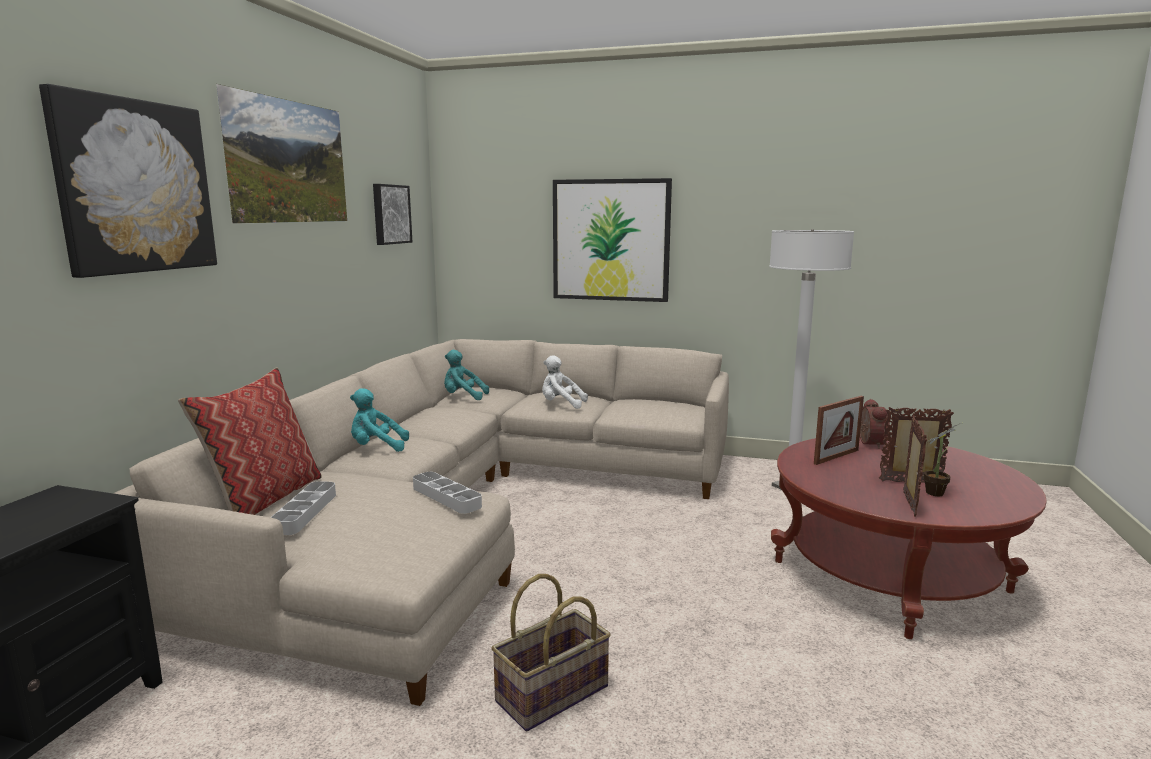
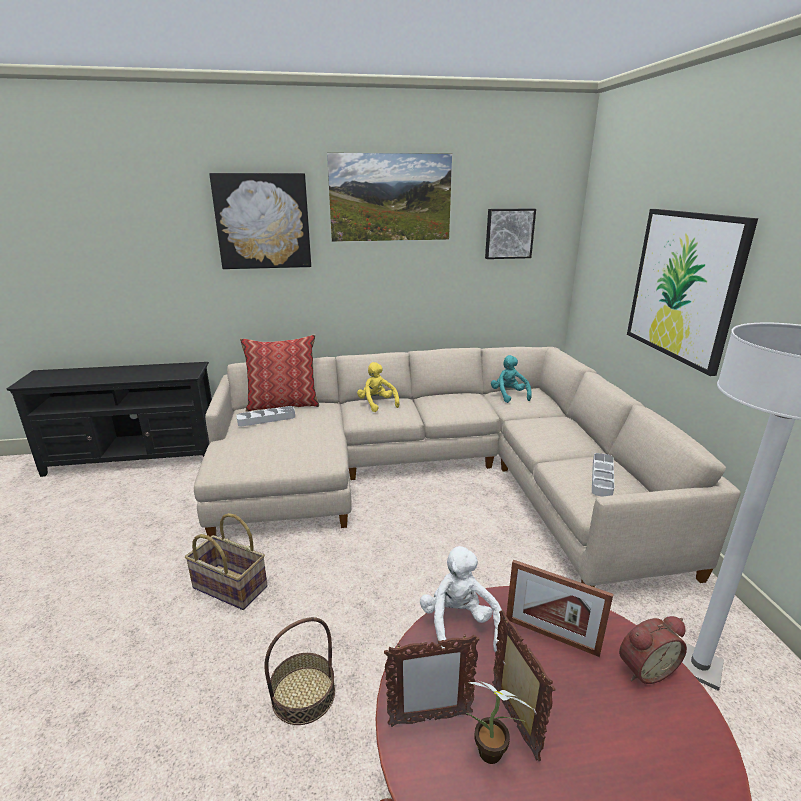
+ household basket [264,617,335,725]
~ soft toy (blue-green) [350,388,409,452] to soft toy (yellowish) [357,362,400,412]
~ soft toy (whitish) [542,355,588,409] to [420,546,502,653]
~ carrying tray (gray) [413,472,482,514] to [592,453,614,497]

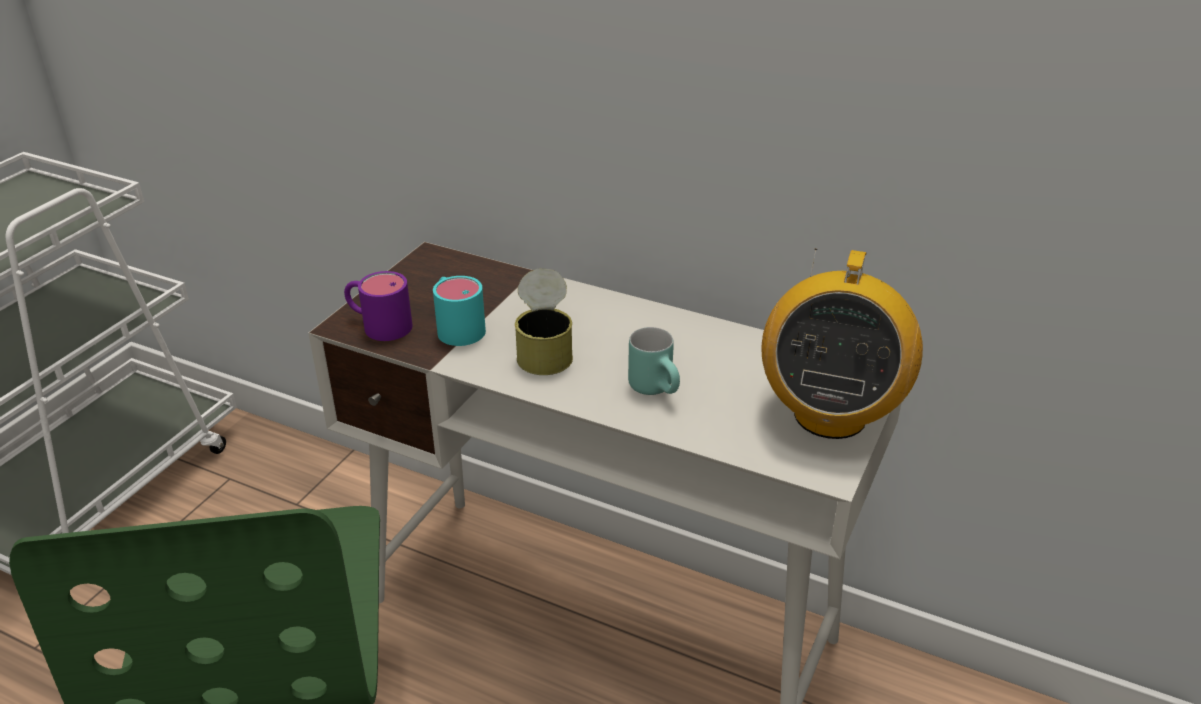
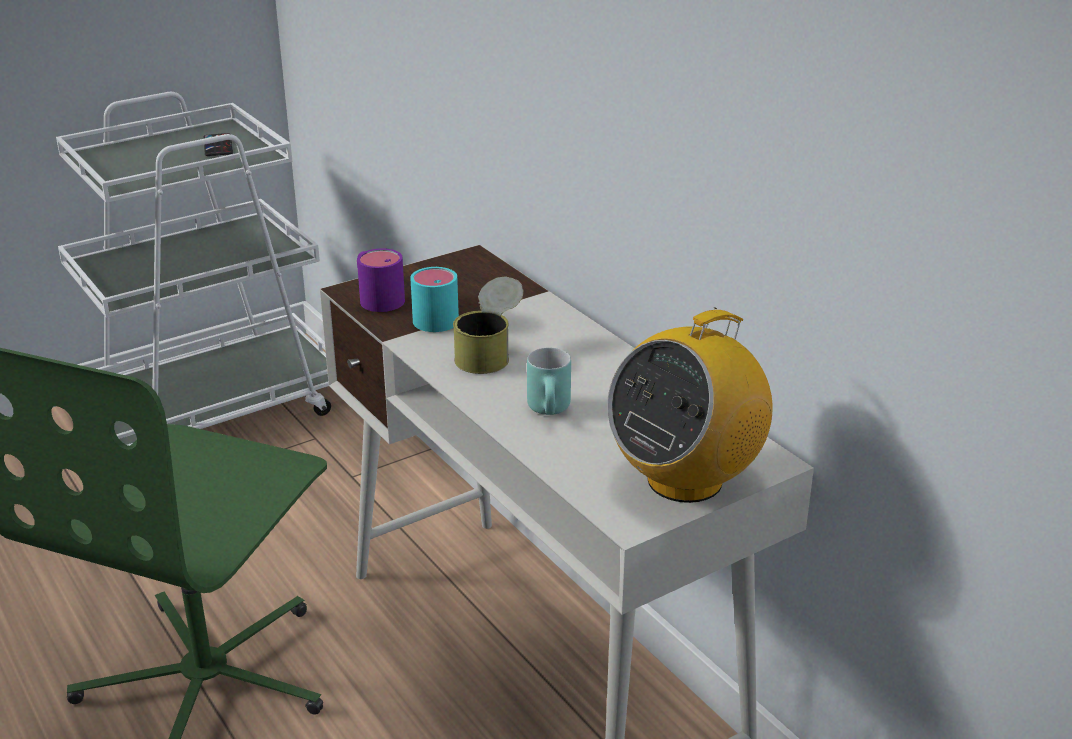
+ phone [203,133,233,156]

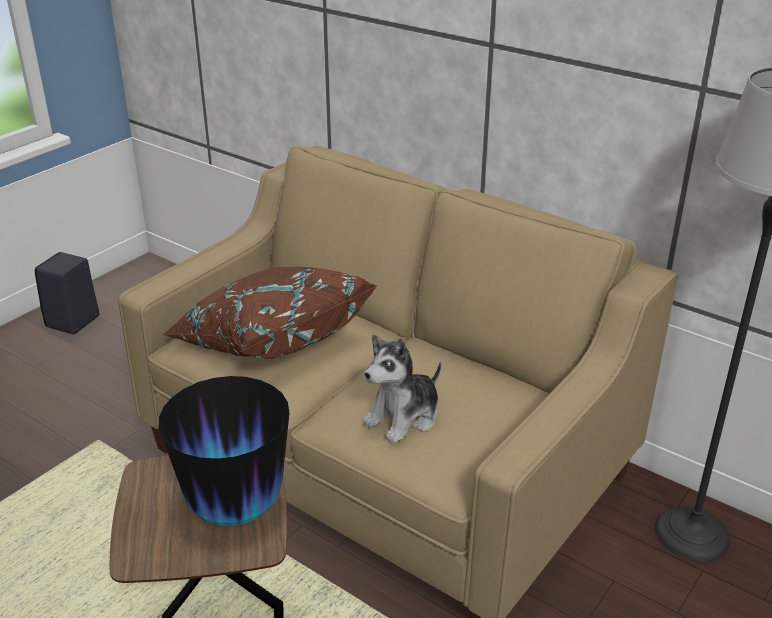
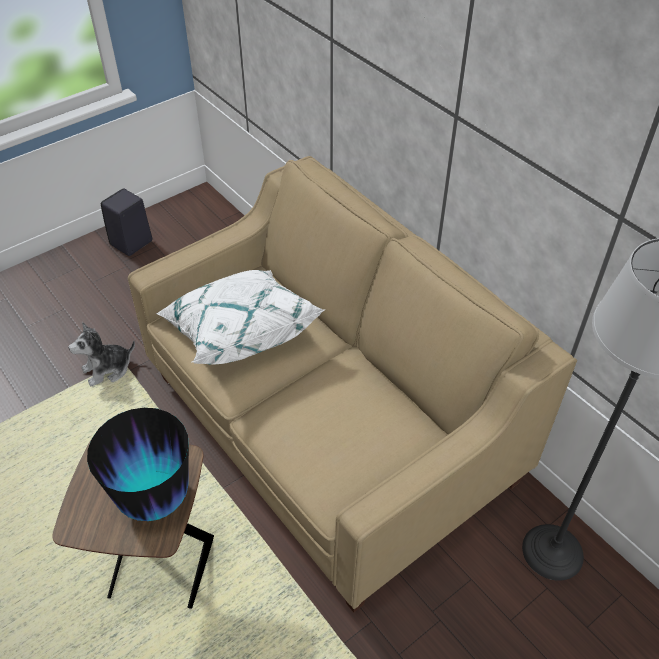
~ soft toy [363,335,441,443] to [68,322,135,386]
~ pillow (brown) [163,267,378,359] to pillow (whitish) [156,270,325,365]

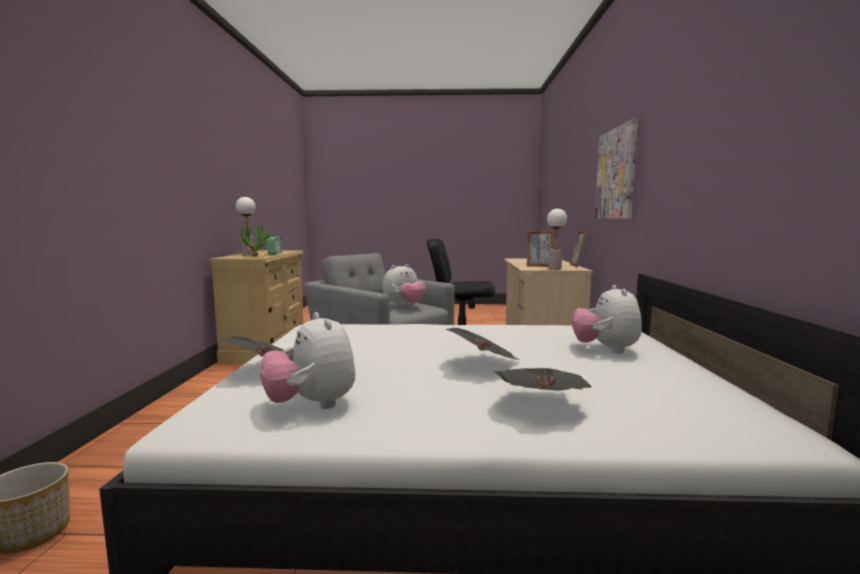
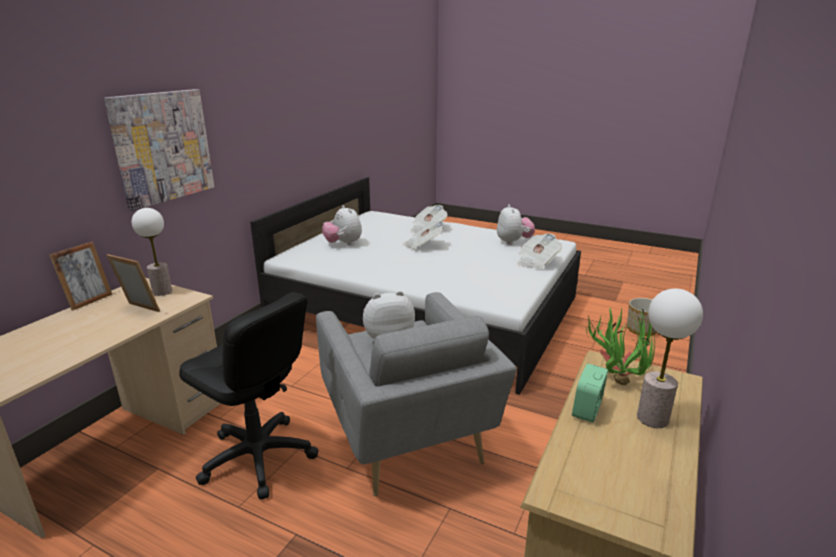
~ soft toy [572,285,642,353] = [322,205,362,245] 120 degrees clockwise

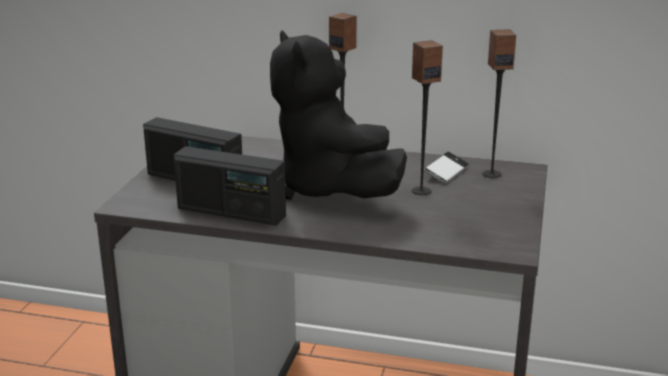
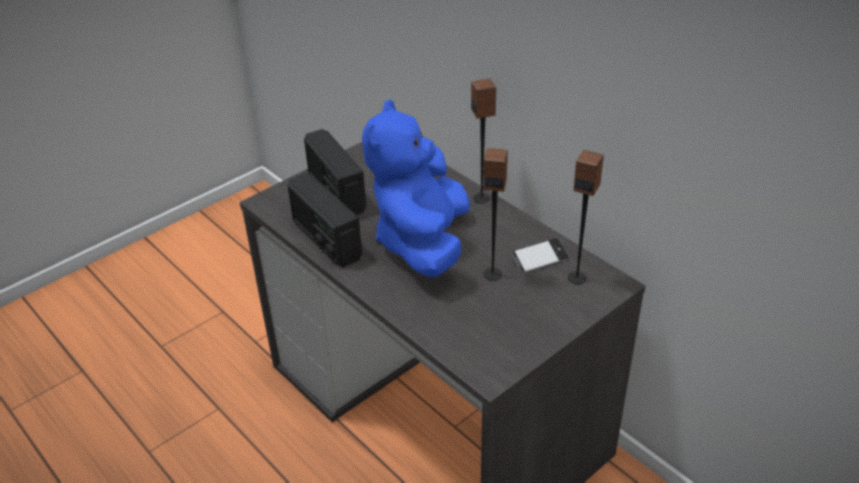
~ soft toy (black-coloured) [270,30,407,200] to soft toy (blue-coloured) [362,99,470,278]

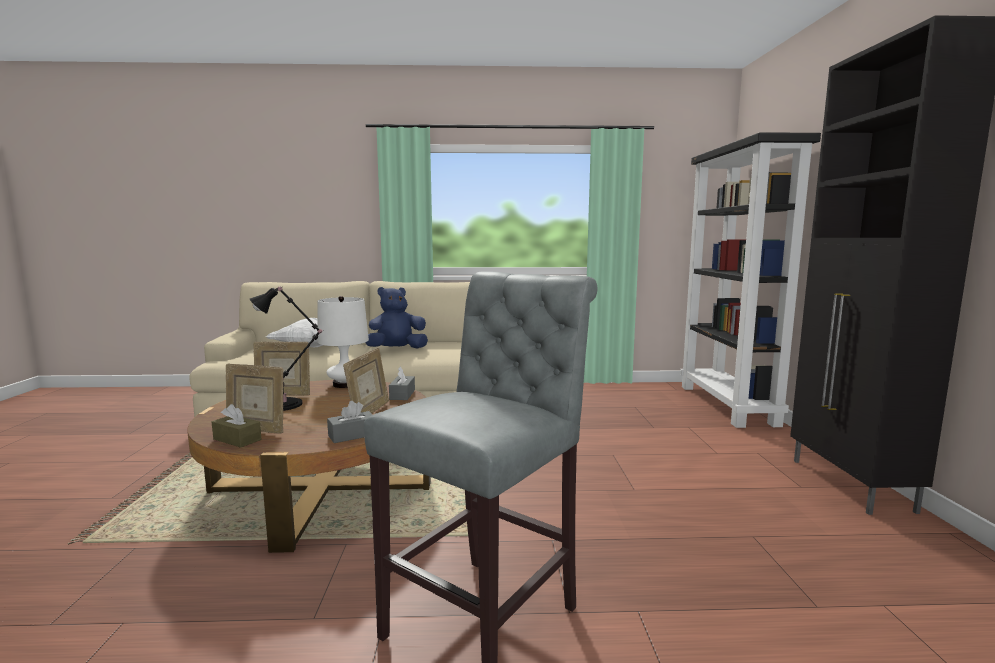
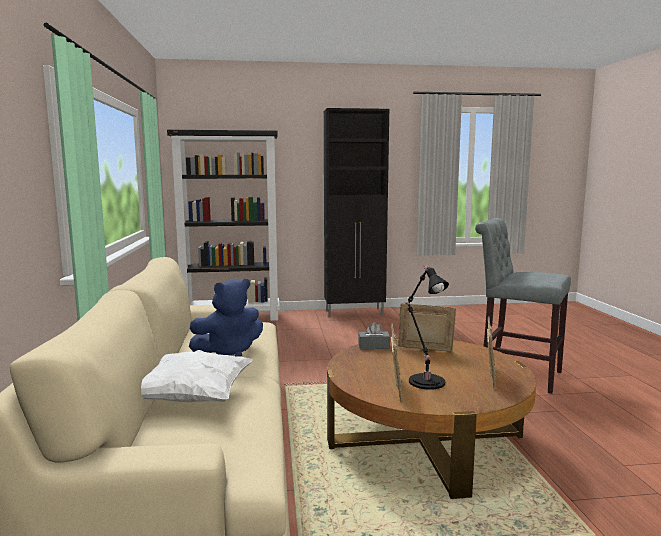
~ soft toy (blue-coloured) [365,287,428,349] = [189,279,263,357] 90 degrees counterclockwise
- tissue box (brown) [212,404,261,448]
- tabletop lamp (whitish) [317,296,369,388]
- tissue box (gray) [327,401,373,443]

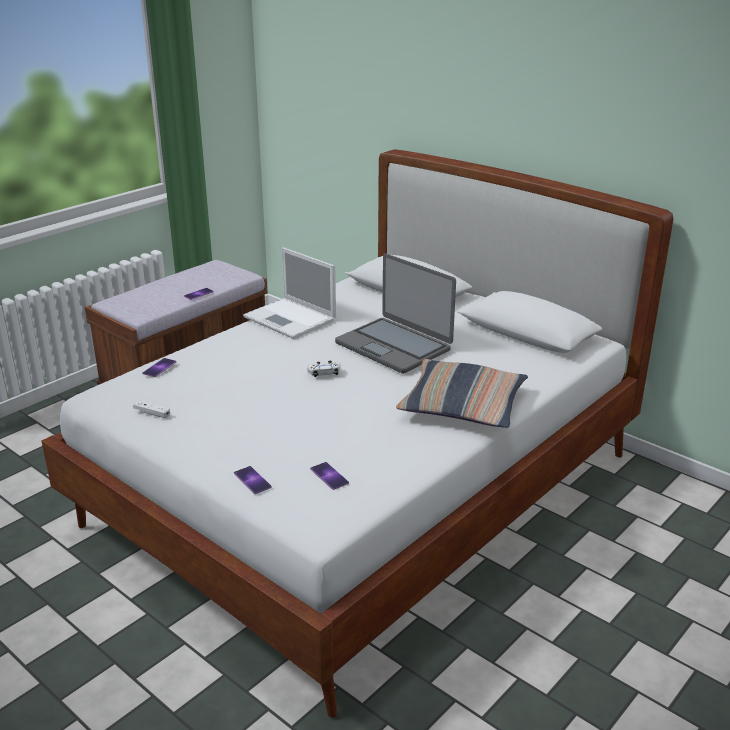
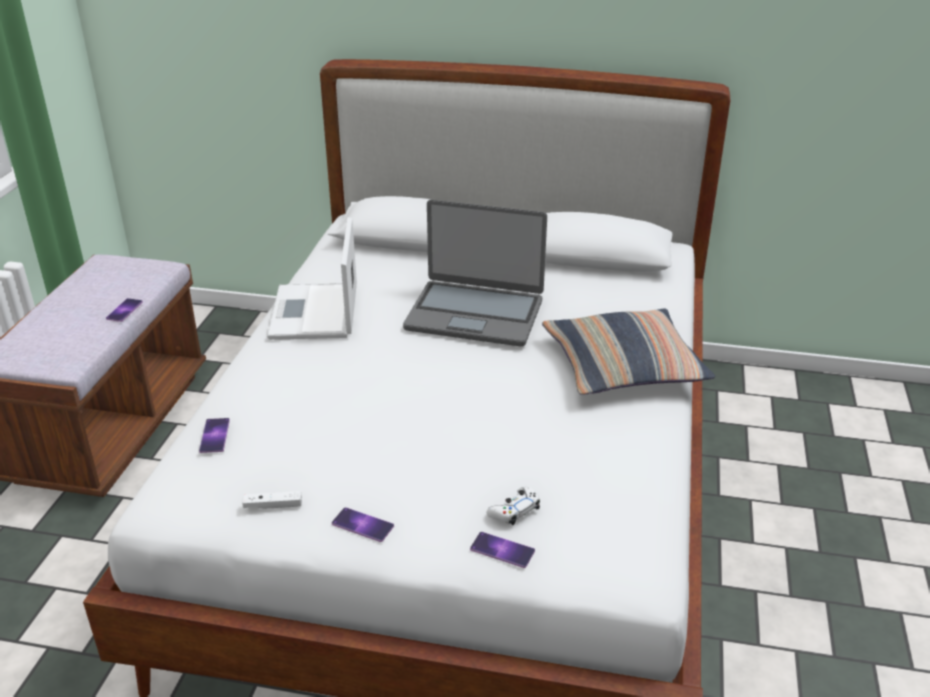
~ portable computer [243,247,336,339] = [267,217,357,340] 75 degrees clockwise
~ phone [310,462,349,490] to [331,507,394,542]
~ game controller (whitish) [307,361,341,377] to [487,487,540,525]

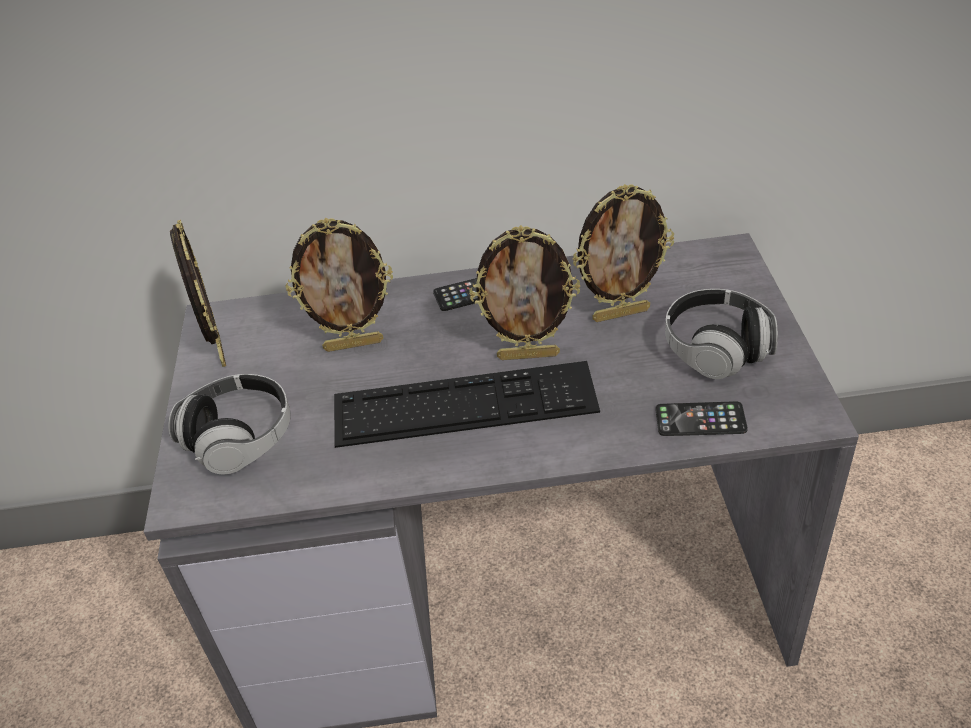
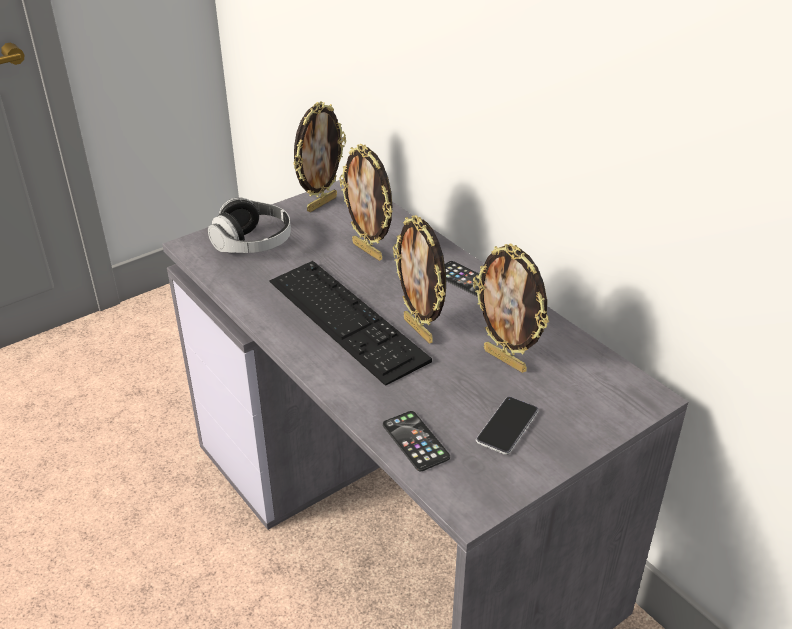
~ headphones [665,289,778,379] to phone [476,397,539,455]

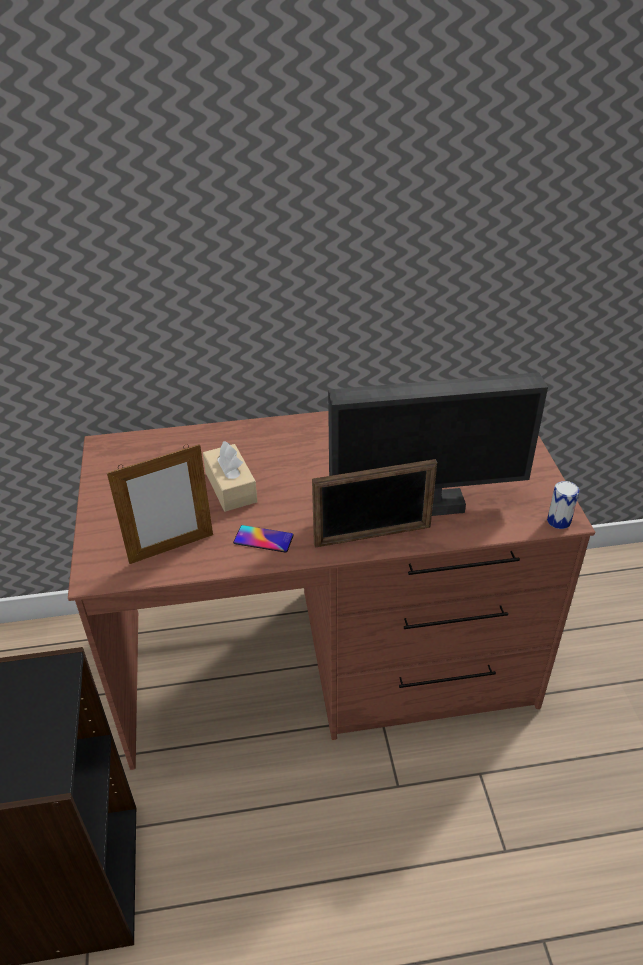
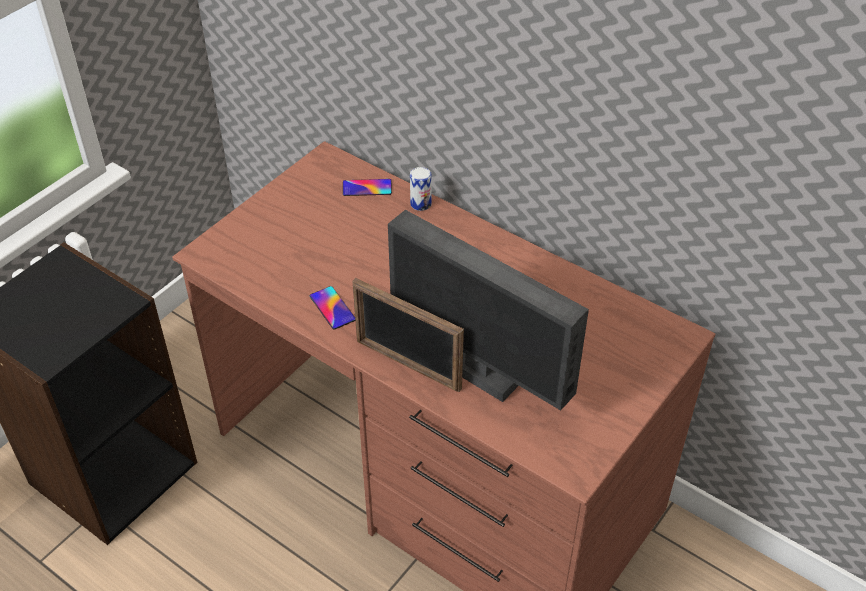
+ phone [343,179,392,196]
~ metal can [547,481,579,529] to [410,167,432,211]
- standing frame [107,444,213,564]
- tissue box (beige) [203,441,257,512]

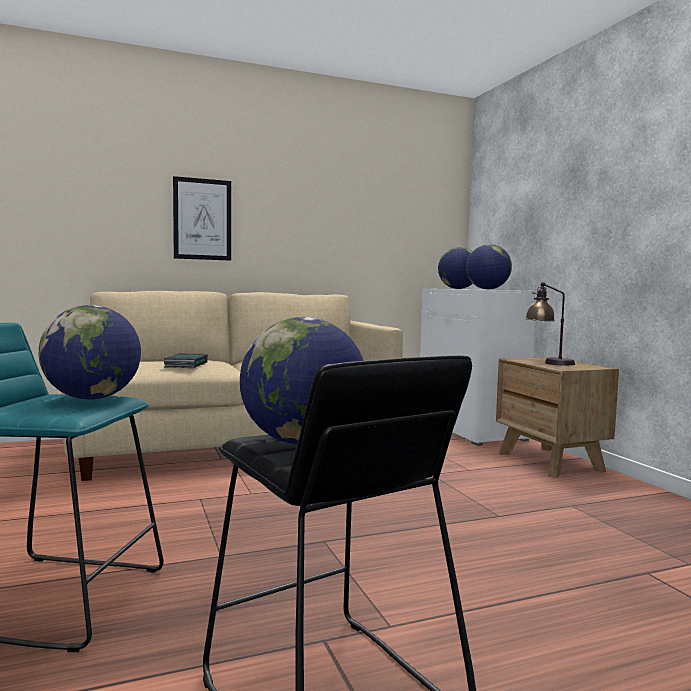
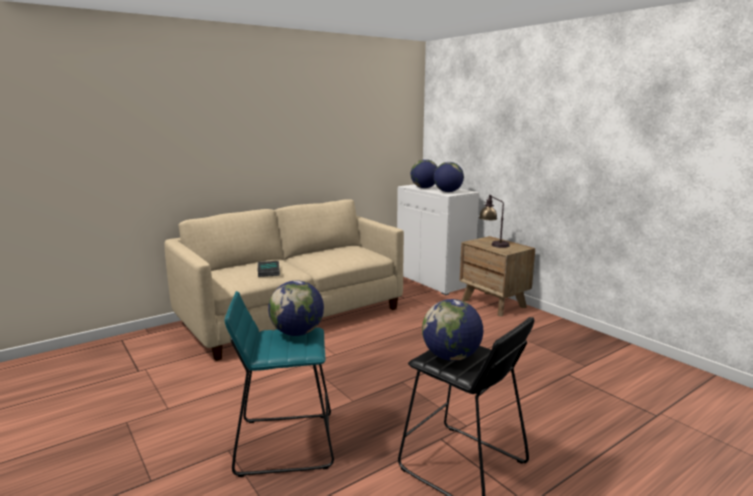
- picture [173,176,231,261]

